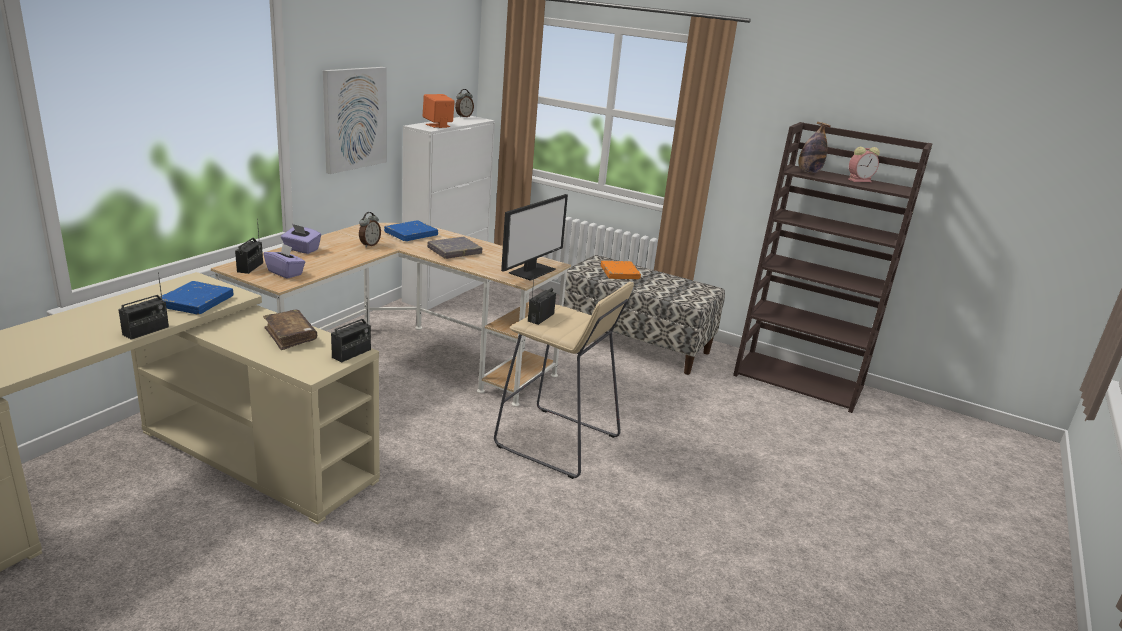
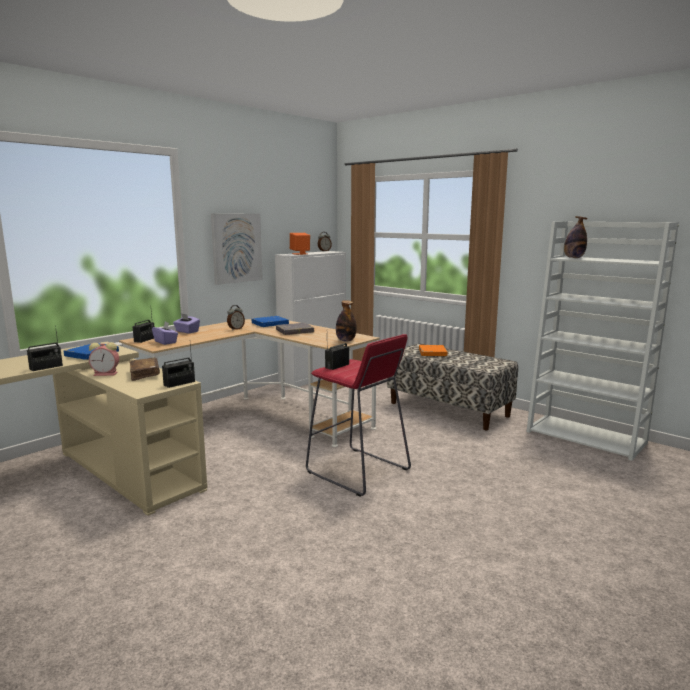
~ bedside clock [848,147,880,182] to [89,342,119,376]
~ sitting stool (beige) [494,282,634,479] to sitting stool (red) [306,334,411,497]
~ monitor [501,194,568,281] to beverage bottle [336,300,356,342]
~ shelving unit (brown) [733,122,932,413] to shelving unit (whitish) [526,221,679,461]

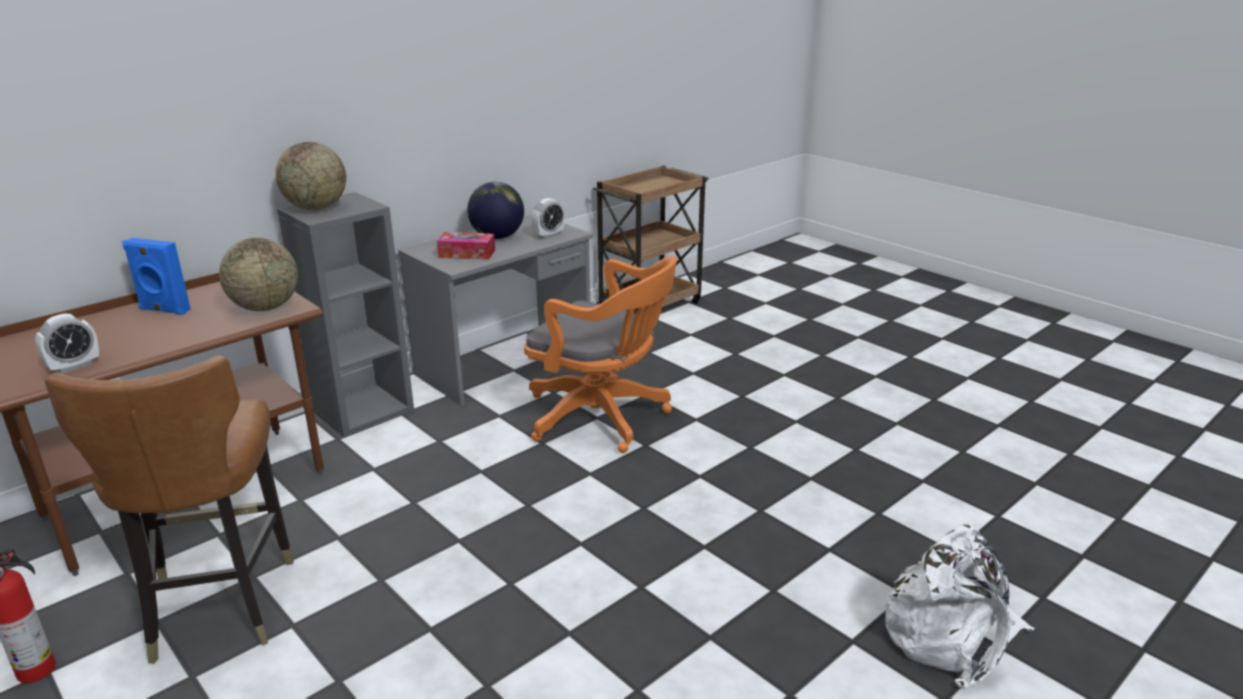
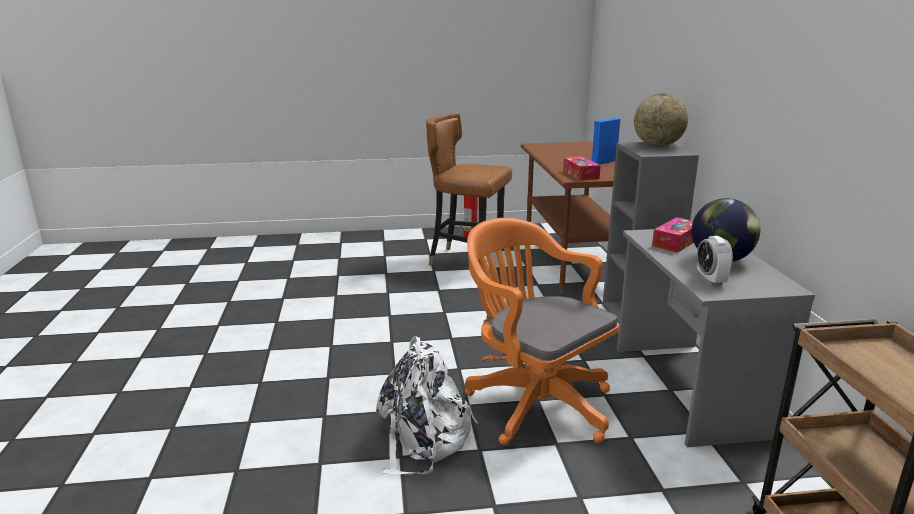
~ backpack (whitish) [885,525,1035,688] to [376,336,478,474]
~ computer chair (orangey) [524,256,677,453] = [464,218,619,446] 75 degrees clockwise
~ world globe [219,238,298,311] to tissue box [563,156,601,180]
- bedside clock [35,314,99,374]

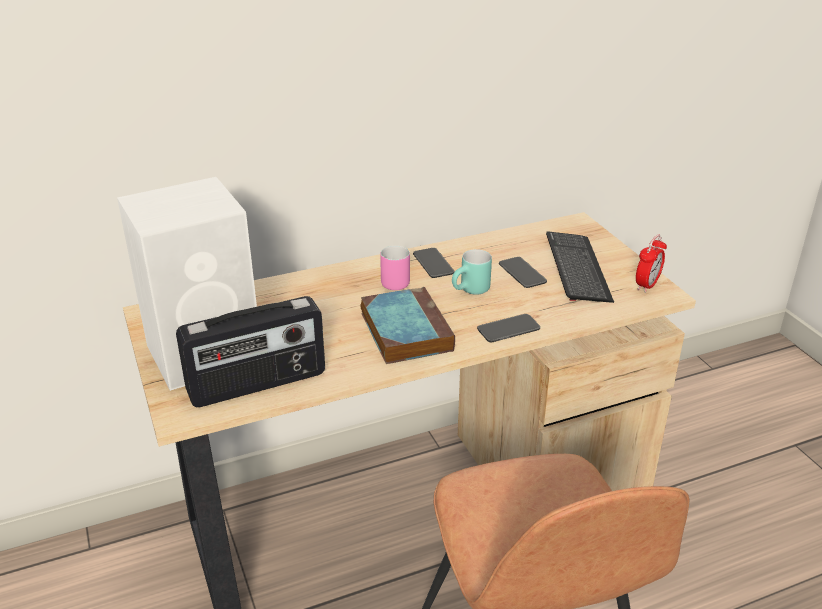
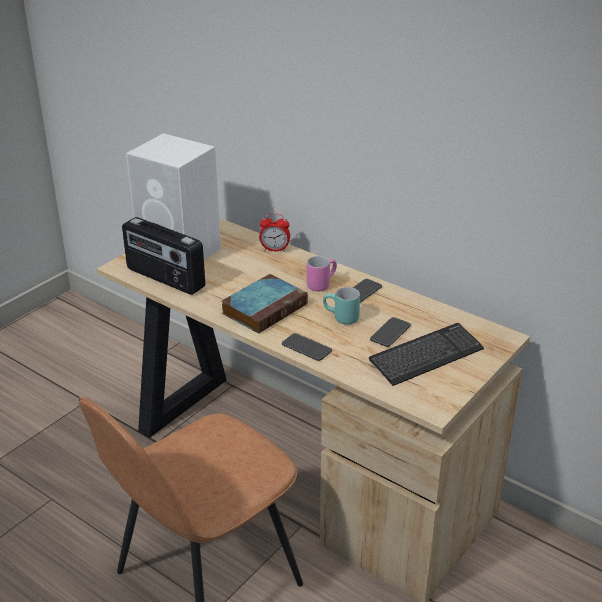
~ bedside clock [636,235,667,293] to [259,213,290,252]

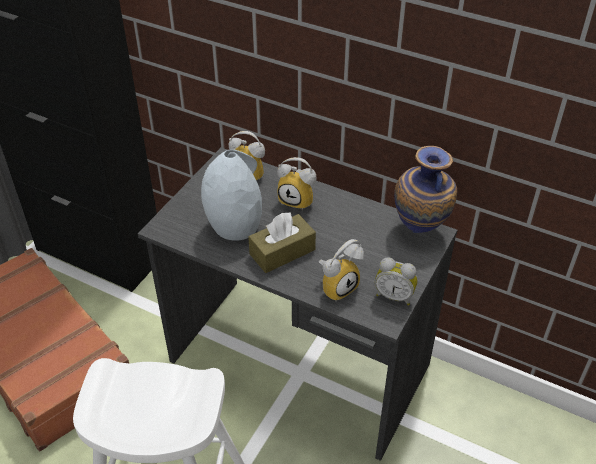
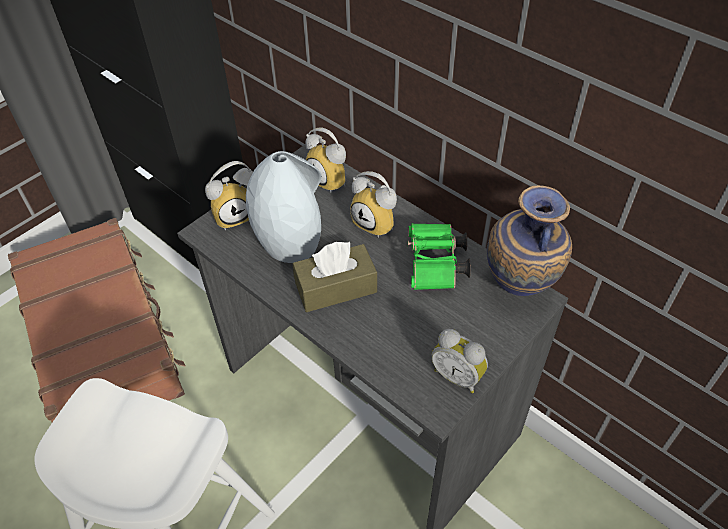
~ bedside clock [319,239,364,301] to [205,161,253,230]
+ field glasses (greenish) [408,223,471,290]

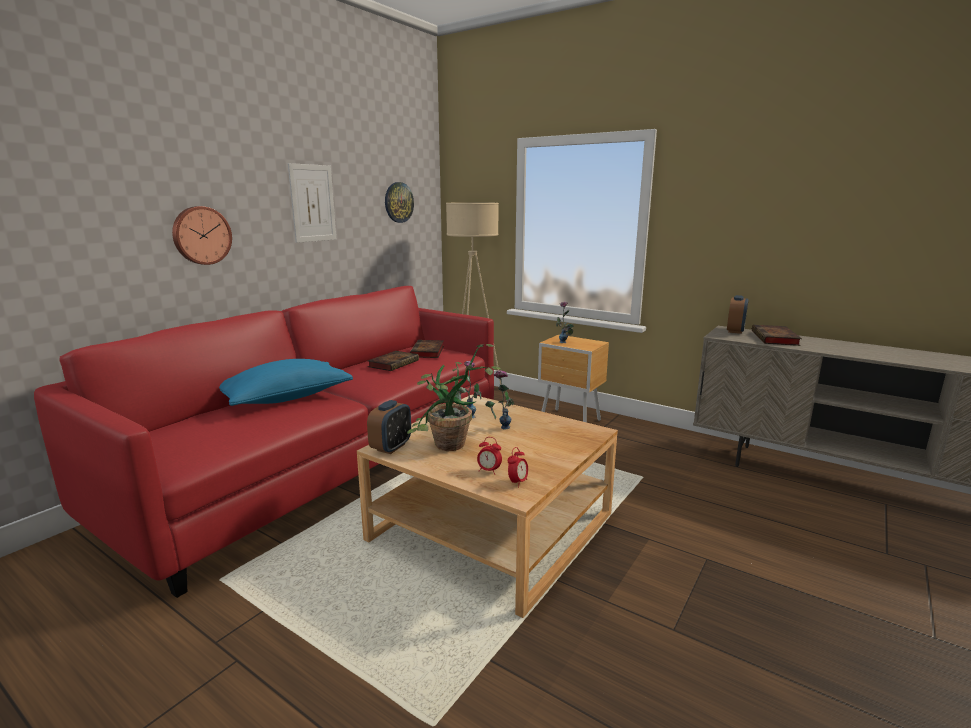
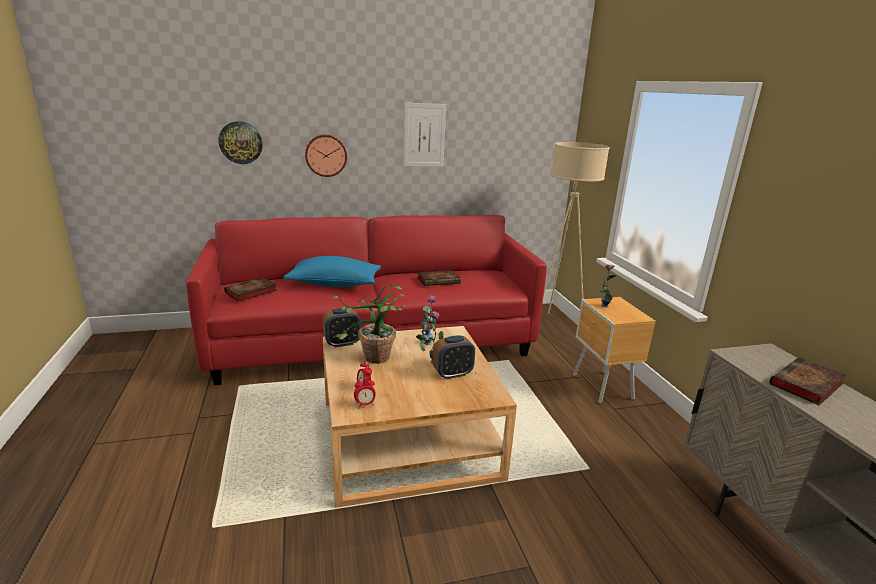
~ hanging clock [385,182,414,223] to [219,121,263,164]
~ volume [410,340,444,358] to [224,277,277,302]
~ bedside clock [727,295,749,334] to [433,335,475,379]

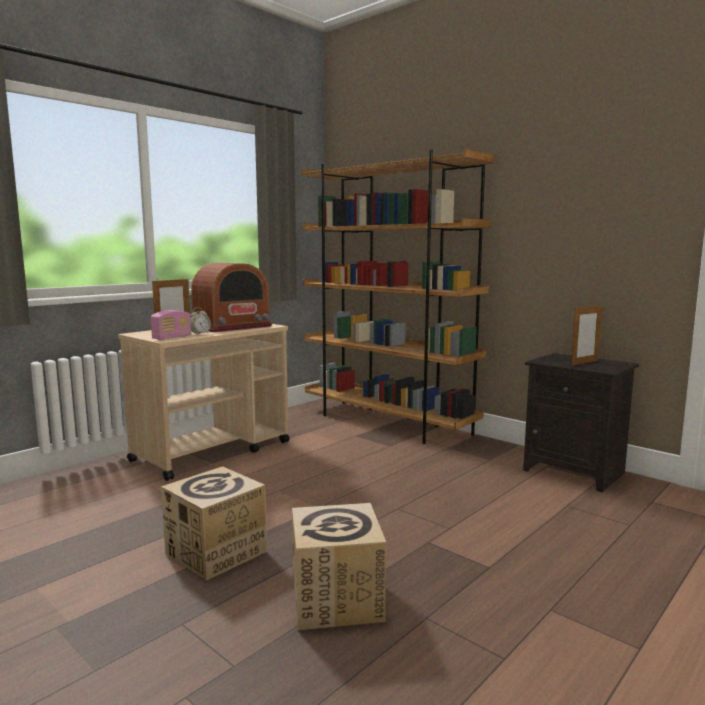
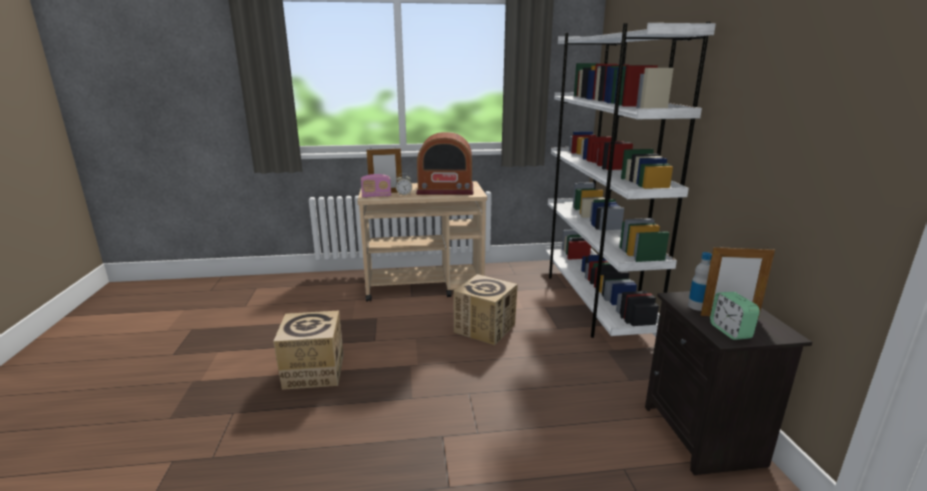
~ cardboard box [292,503,386,631] to [453,274,518,346]
~ shelving unit (brown) [302,148,495,444] to shelving unit (whitish) [545,22,716,338]
+ beverage bottle [688,252,712,311]
+ bedside clock [710,292,760,340]

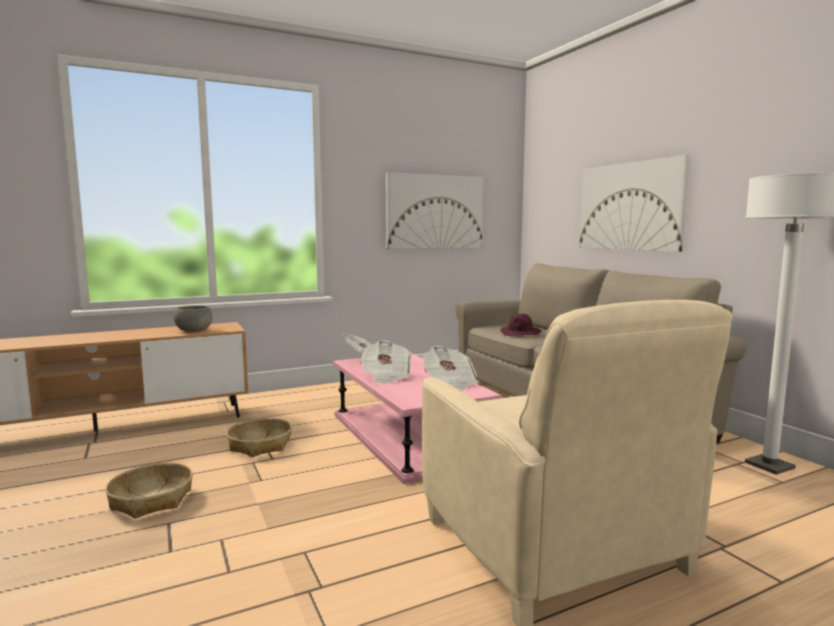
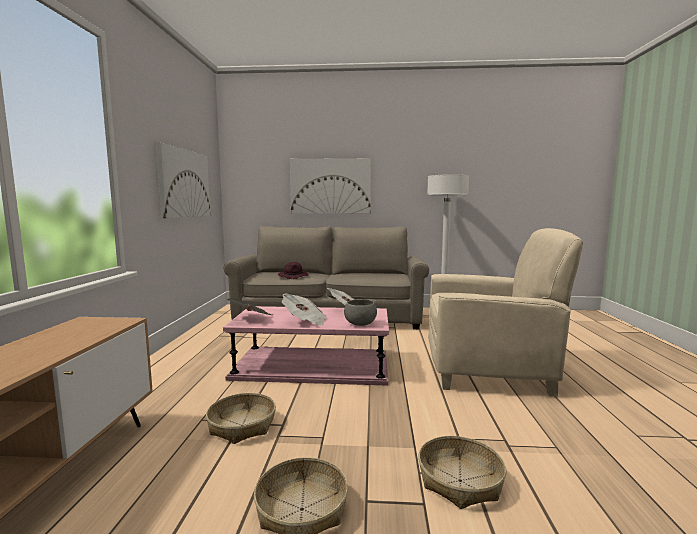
~ deep dish (gray) [174,306,212,332] to [344,299,377,326]
+ household basket [418,436,506,509]

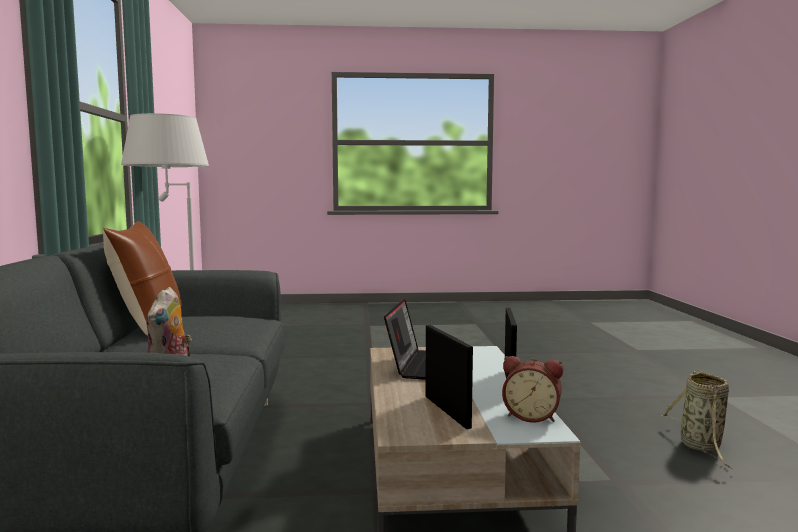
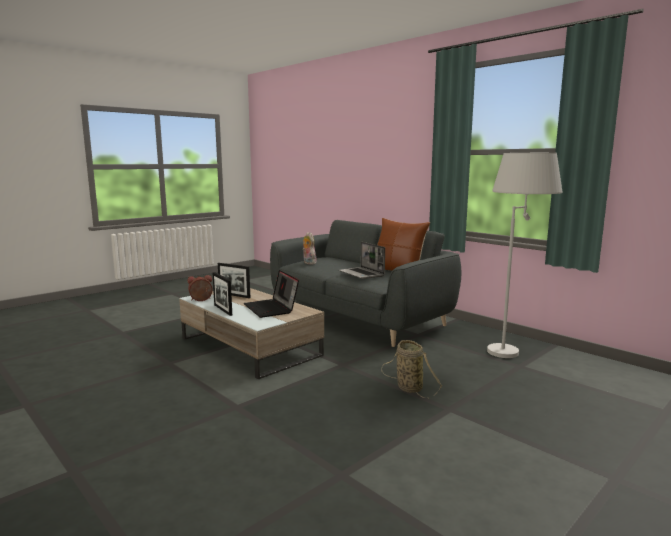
+ portable computer [339,242,385,279]
~ household basket [661,370,732,469] to [381,340,442,398]

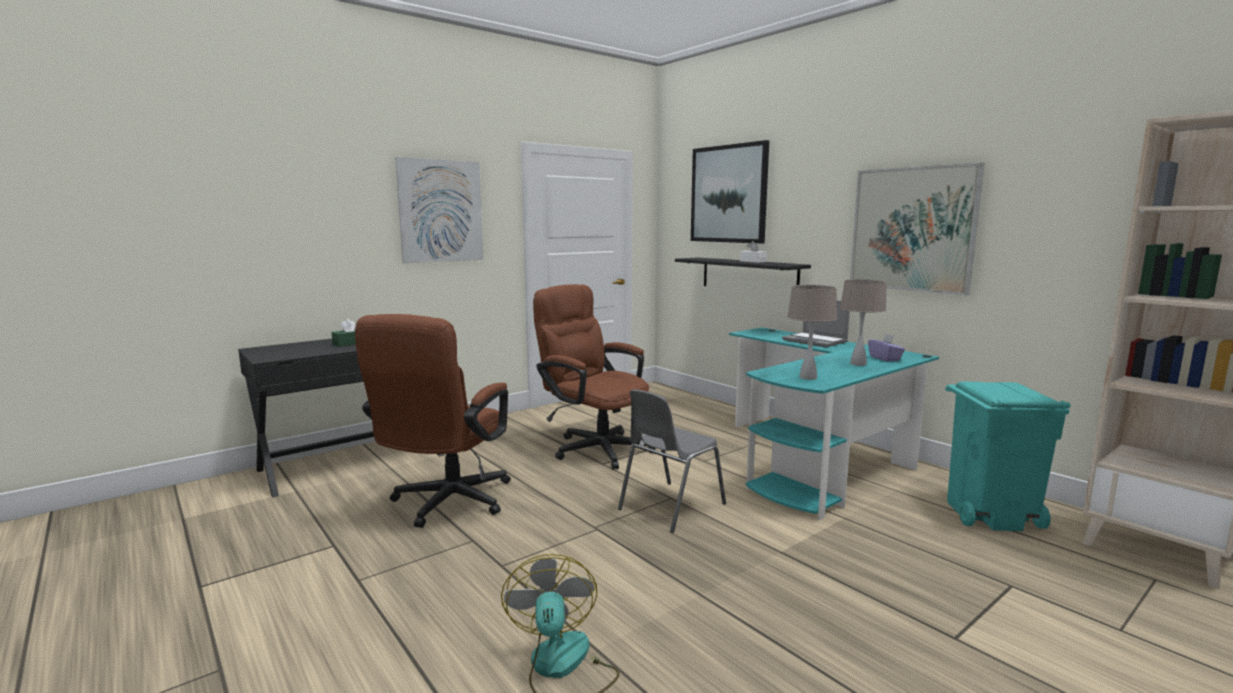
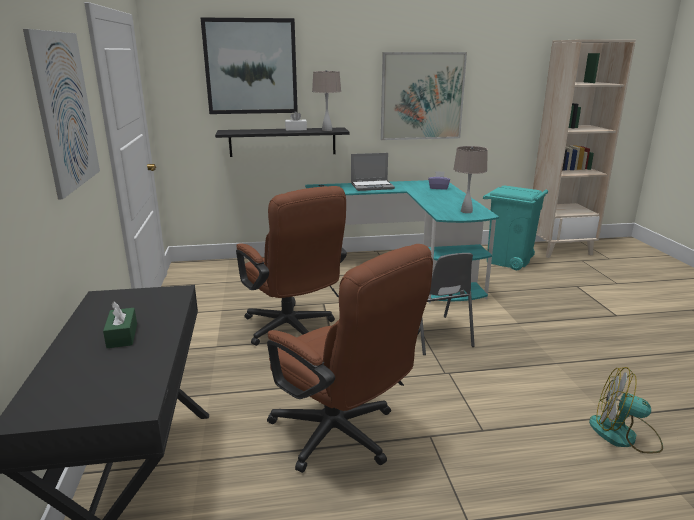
~ computer chair (brown) [533,284,655,469] = [236,186,347,346] 105 degrees counterclockwise
~ tabletop lamp (beige) [840,279,886,366] to [312,70,341,131]

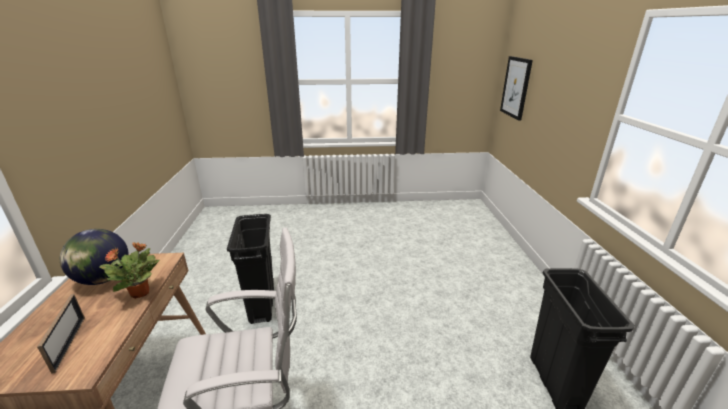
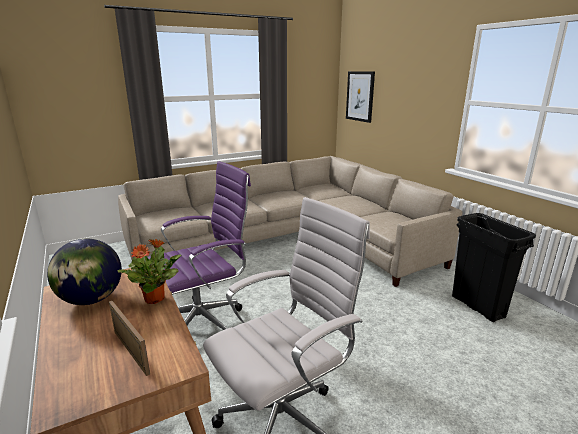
+ settee (beige) [118,156,462,287]
~ trash can (black-coloured) [227,214,274,324] to computer chair (purplish) [148,161,251,330]

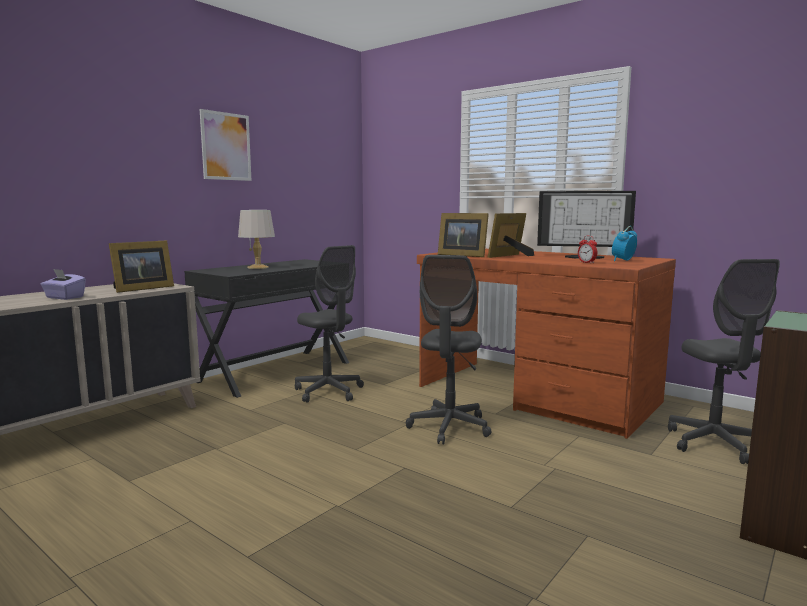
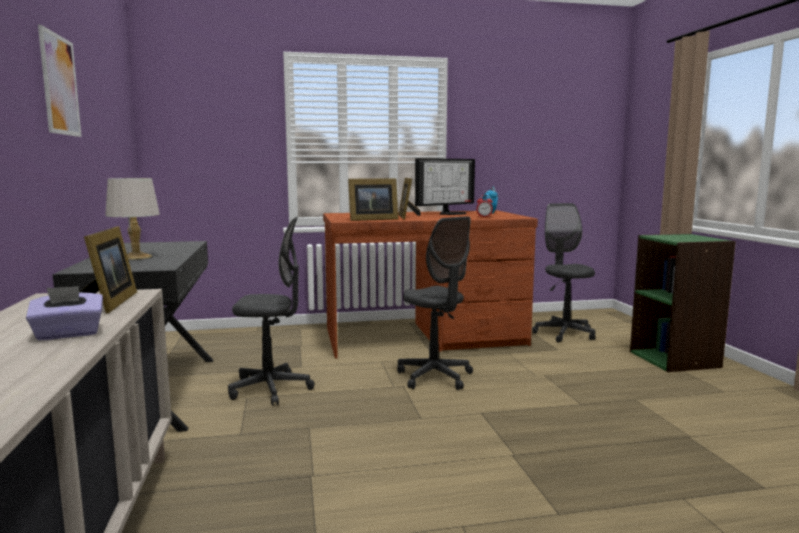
~ computer chair (gray) [668,259,780,464] = [532,203,596,343] 135 degrees counterclockwise

